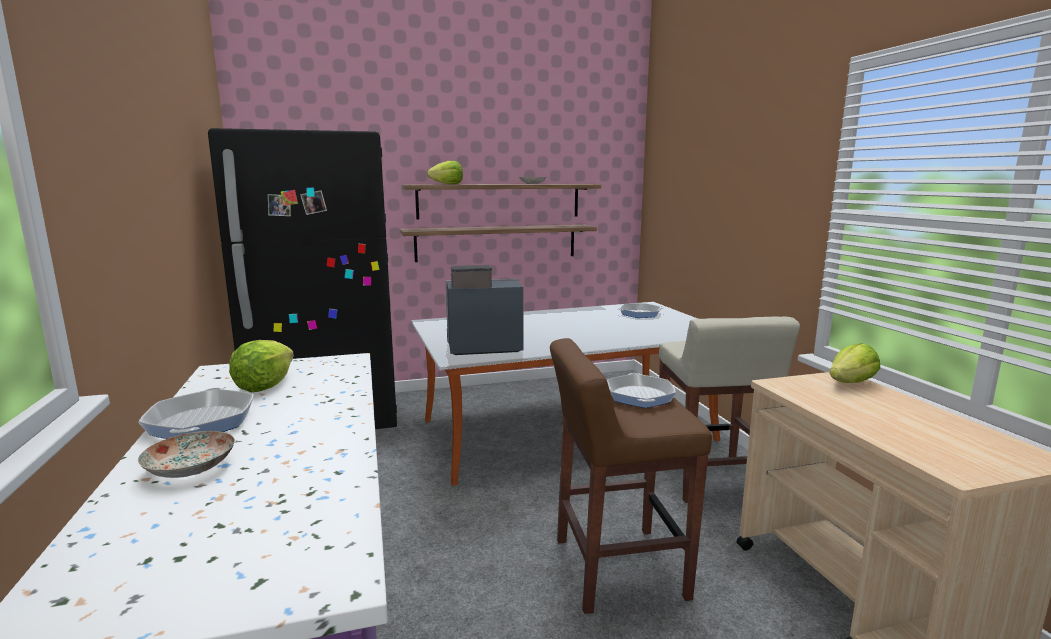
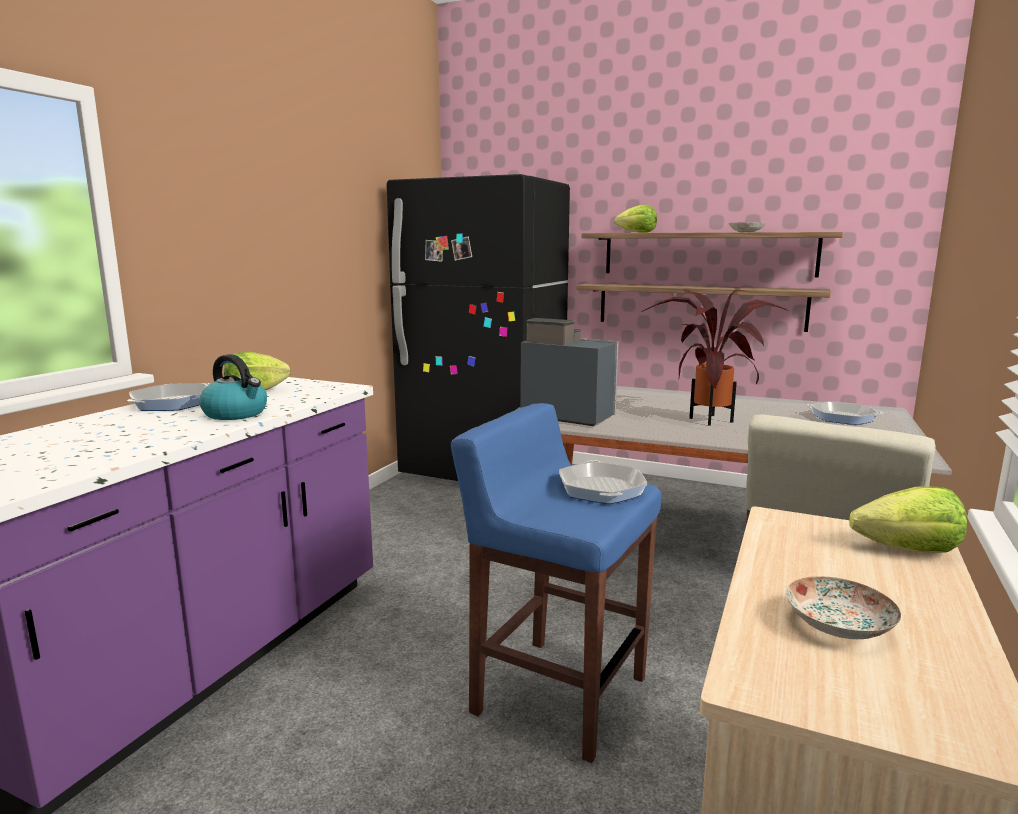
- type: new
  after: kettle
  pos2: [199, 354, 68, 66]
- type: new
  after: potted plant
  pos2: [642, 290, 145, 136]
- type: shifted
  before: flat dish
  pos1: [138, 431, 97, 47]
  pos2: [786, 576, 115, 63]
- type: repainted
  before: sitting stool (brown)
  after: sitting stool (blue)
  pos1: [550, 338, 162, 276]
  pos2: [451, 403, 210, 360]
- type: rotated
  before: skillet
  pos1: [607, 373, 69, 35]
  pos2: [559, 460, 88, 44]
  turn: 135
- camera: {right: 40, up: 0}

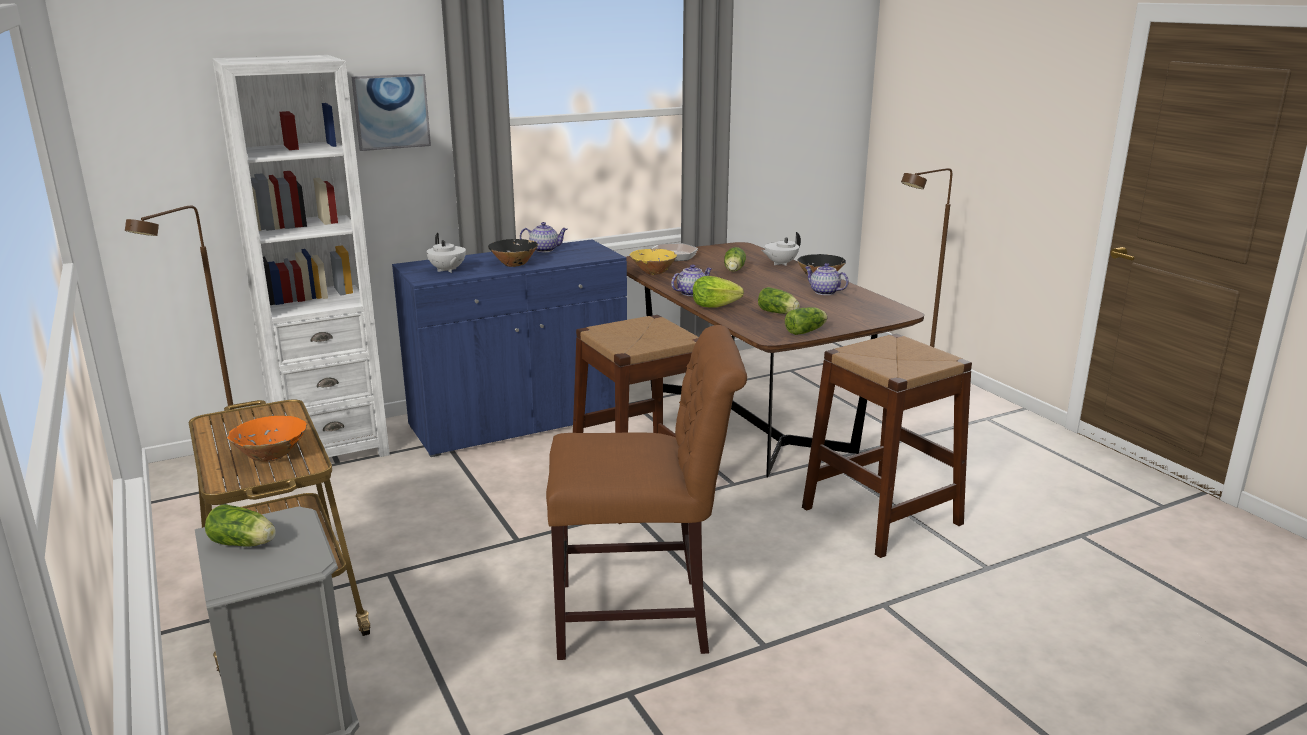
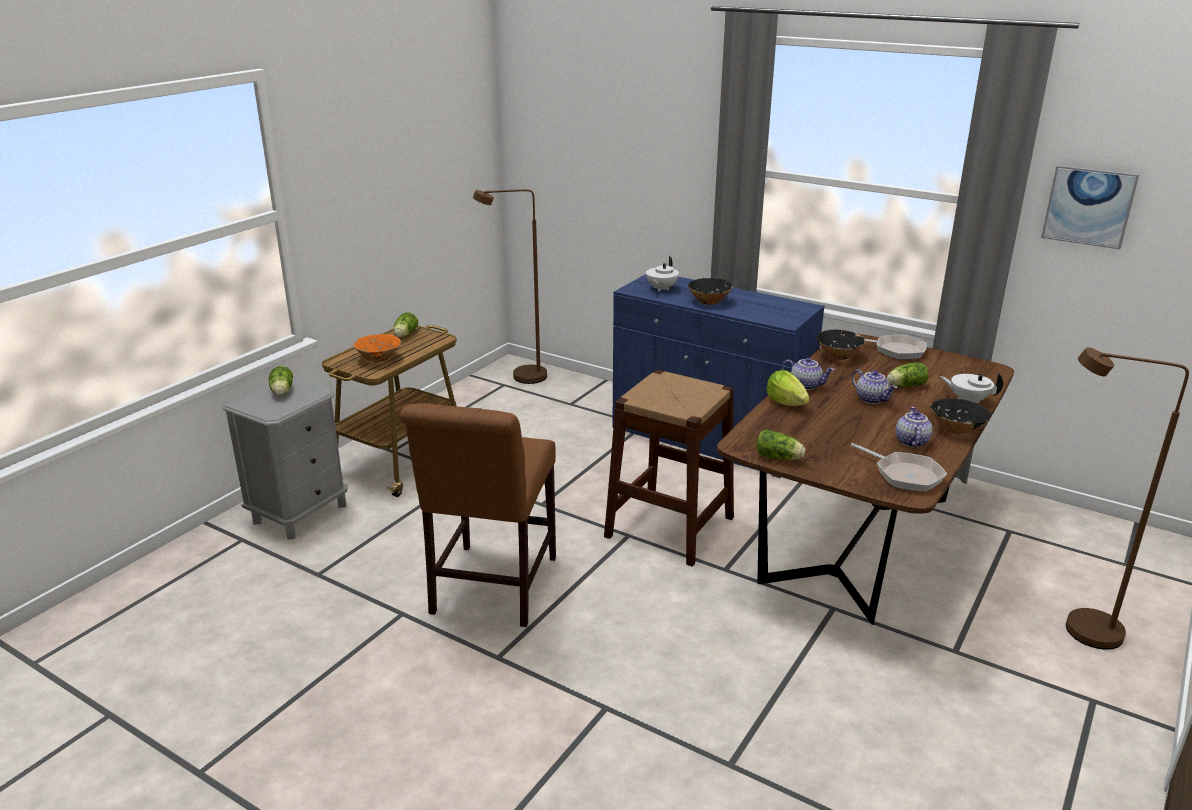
- type: gone
  before: bookshelf (whitish)
  pos1: [212, 55, 178, 419]
- type: gone
  before: sitting stool (brown)
  pos1: [802, 333, 170, 225]
- type: new
  after: skillet
  pos2: [851, 443, 96, 49]
- type: shifted
  before: picture
  pos1: [352, 74, 79, 77]
  pos2: [1041, 165, 98, 84]
- type: shifted
  before: tea pot
  pos1: [520, 222, 47, 30]
  pos2: [851, 369, 46, 35]
- type: shifted
  before: head of lettuce
  pos1: [758, 287, 42, 27]
  pos2: [393, 312, 25, 26]
- type: repainted
  before: bowl (yellowish)
  after: bowl (black-coloured)
  pos1: [630, 249, 47, 26]
  pos2: [816, 330, 49, 30]
- type: rotated
  before: plain chair (brown)
  pos1: [546, 325, 201, 335]
  pos2: [400, 403, 156, 224]
  turn: 45
- camera: {right: 60, up: 5}

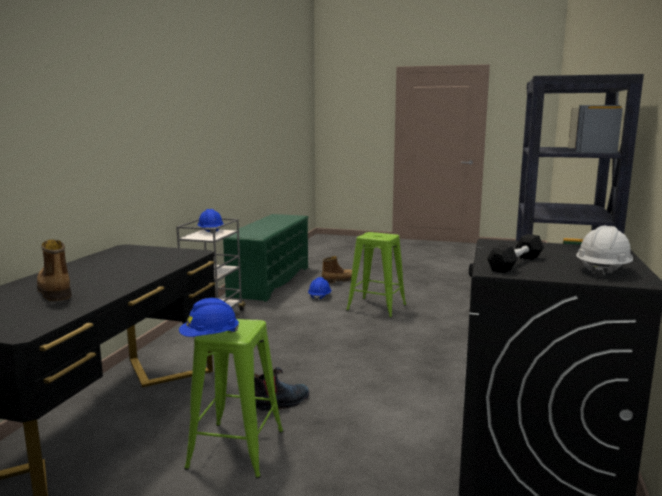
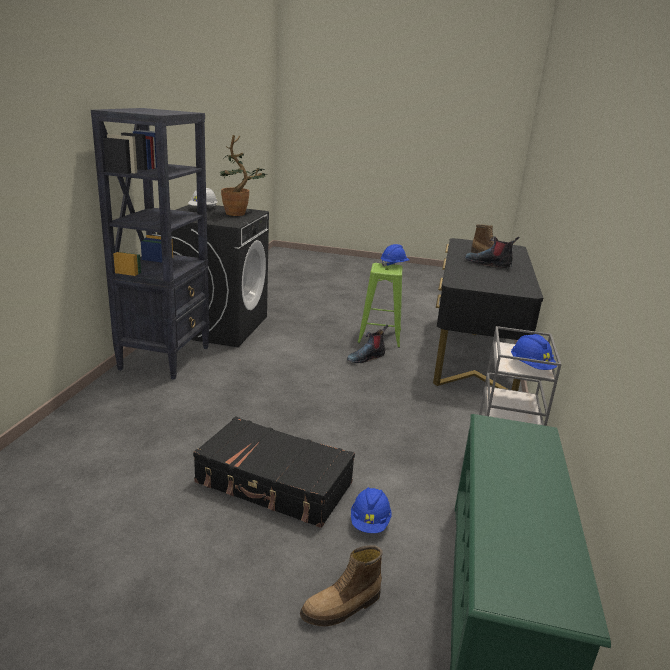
- type: new
  after: boot
  pos2: [465, 237, 55, 31]
- type: swapped
  before: sitting stool (green)
  after: travel case (black-coloured)
  pos1: [346, 232, 60, 86]
  pos2: [193, 416, 162, 112]
- type: swapped
  before: hand weight (black-coloured)
  after: potted plant
  pos1: [487, 234, 57, 39]
  pos2: [220, 135, 47, 81]
- camera: {right: 175, up: 10}

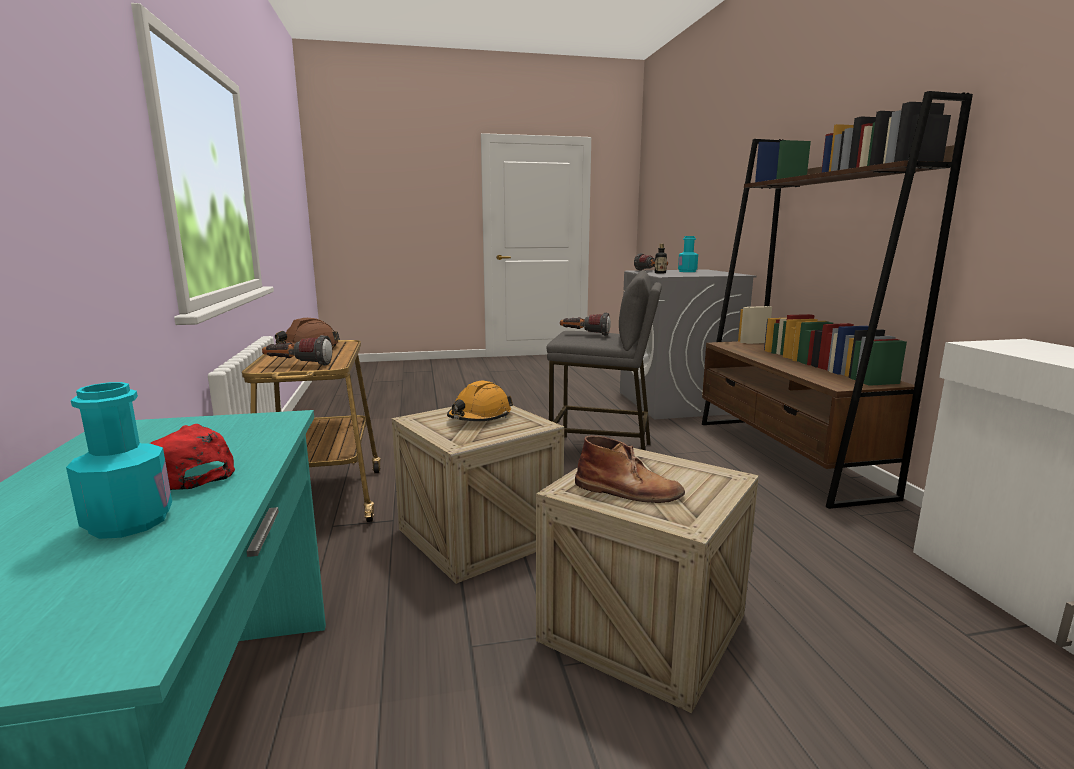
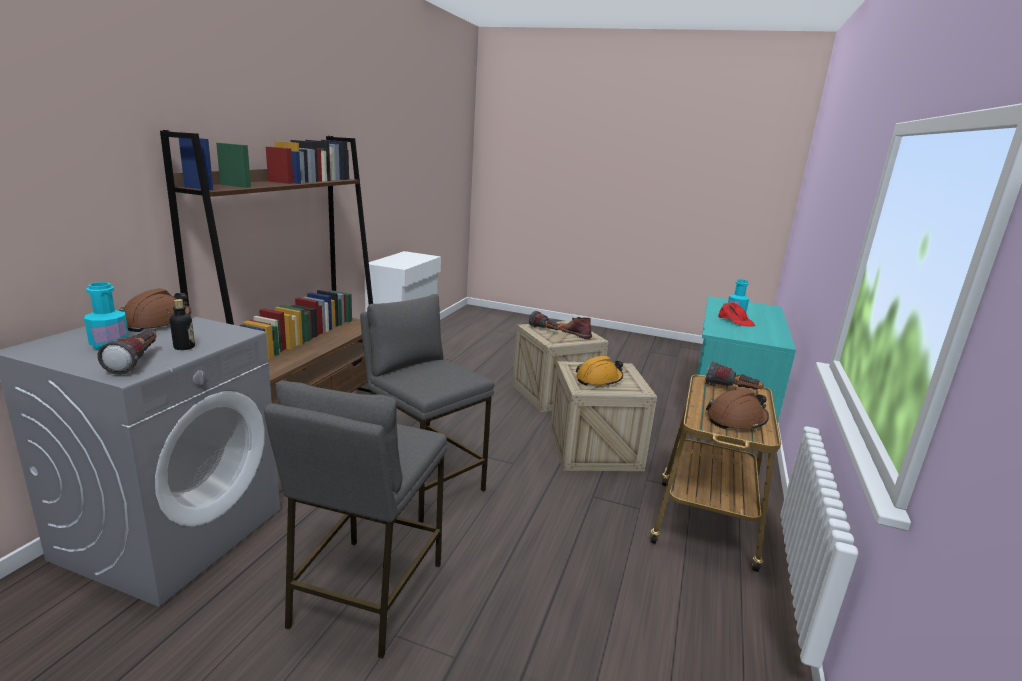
- type: new
  after: work helmet (brown)
  pos2: [119, 288, 72, 44]
- type: new
  after: sitting stool (grey)
  pos2: [264, 381, 183, 278]
- type: shifted
  before: hand torch
  pos1: [560, 312, 51, 24]
  pos2: [529, 311, 33, 19]
- camera: {right: -150, up: 5}

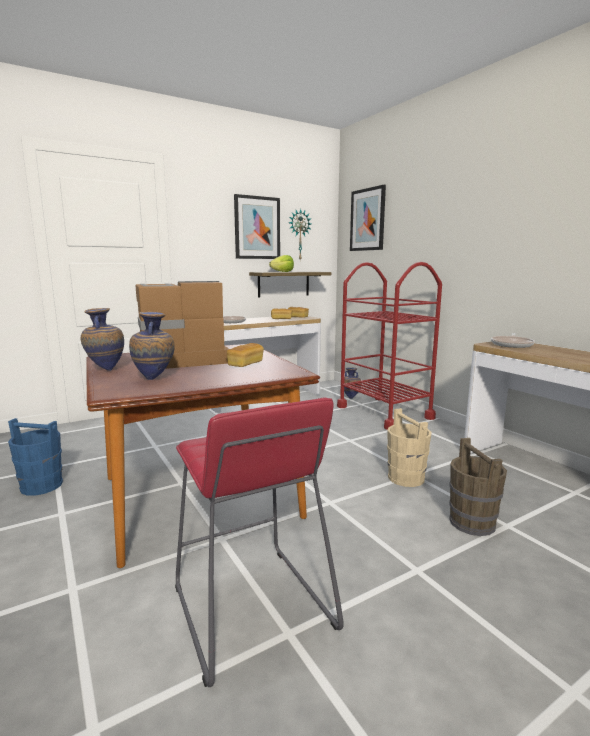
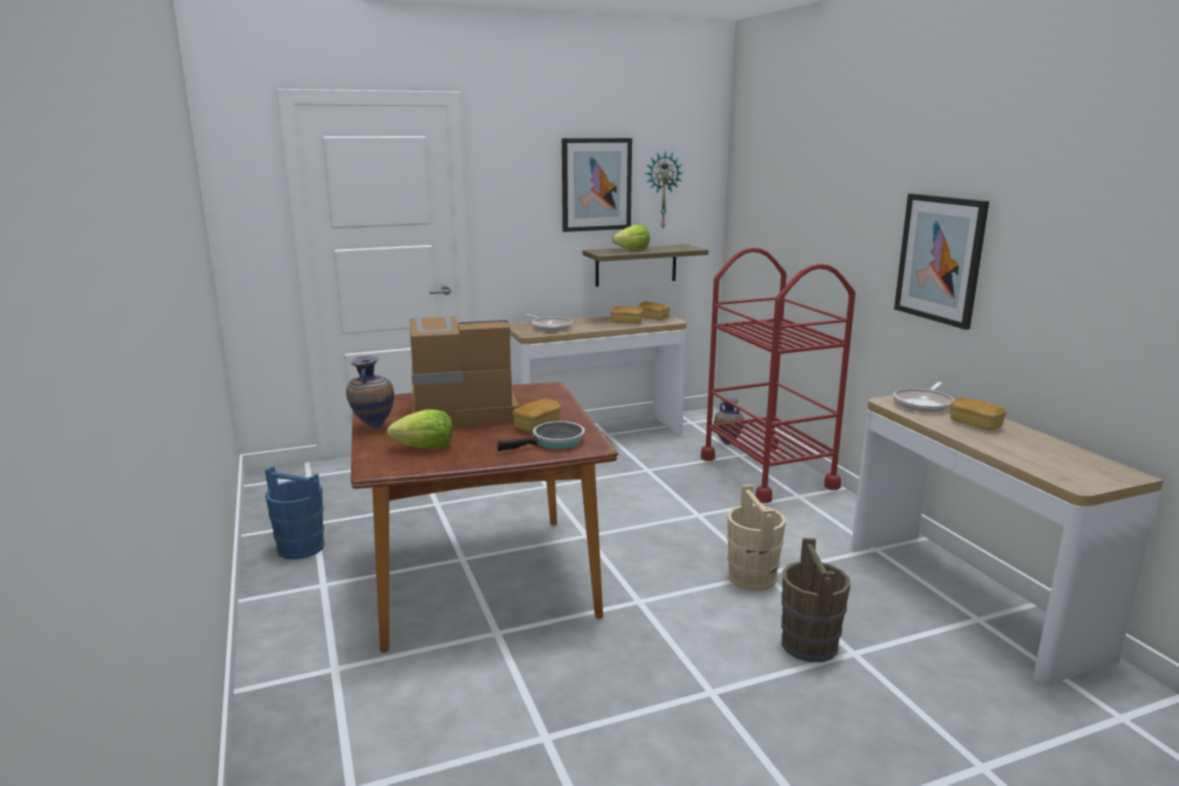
- type: gone
  before: sitting stool (reddish)
  pos1: [175, 397, 169, 290]
- type: new
  after: skillet
  pos2: [498, 421, 87, 30]
- type: new
  after: bakery bread
  pos2: [950, 397, 56, 33]
- type: shifted
  before: picture
  pos1: [350, 185, 36, 66]
  pos2: [894, 193, 95, 137]
- type: swapped
  before: vase
  after: head of lettuce
  pos1: [129, 312, 46, 68]
  pos2: [387, 409, 66, 40]
- camera: {right: 10, up: 5}

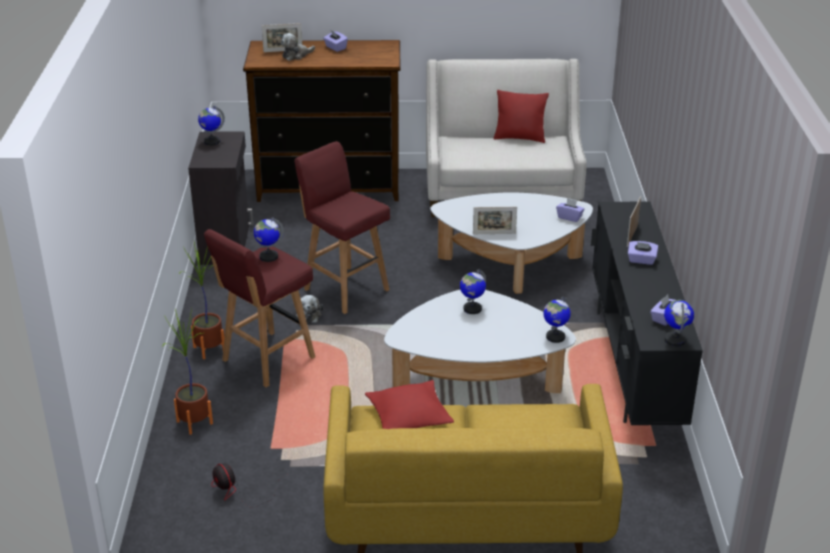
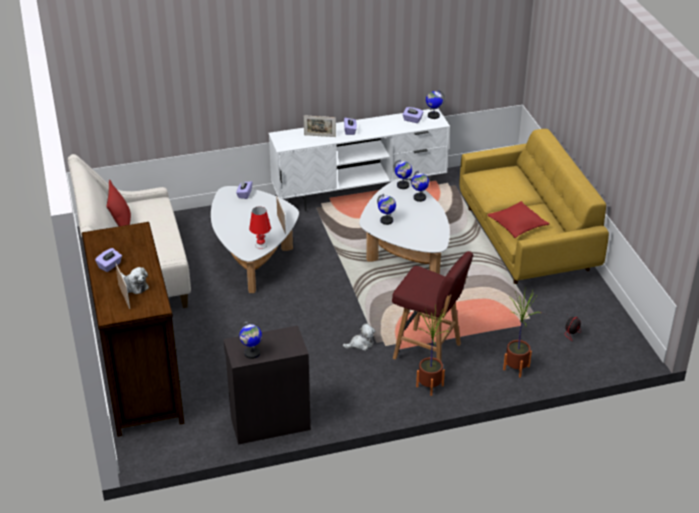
- type: gone
  before: sitting stool (reddish)
  pos1: [294, 141, 96, 173]
- type: new
  after: lamp for a table (reddish)
  pos2: [249, 207, 22, 42]
- type: shifted
  before: desk globe
  pos1: [254, 218, 30, 44]
  pos2: [411, 171, 18, 31]
- type: repainted
  before: tv stand (black-coloured)
  after: tv stand (whitish)
  pos1: [591, 202, 112, 223]
  pos2: [269, 108, 181, 104]
- camera: {right: -105, up: 5}

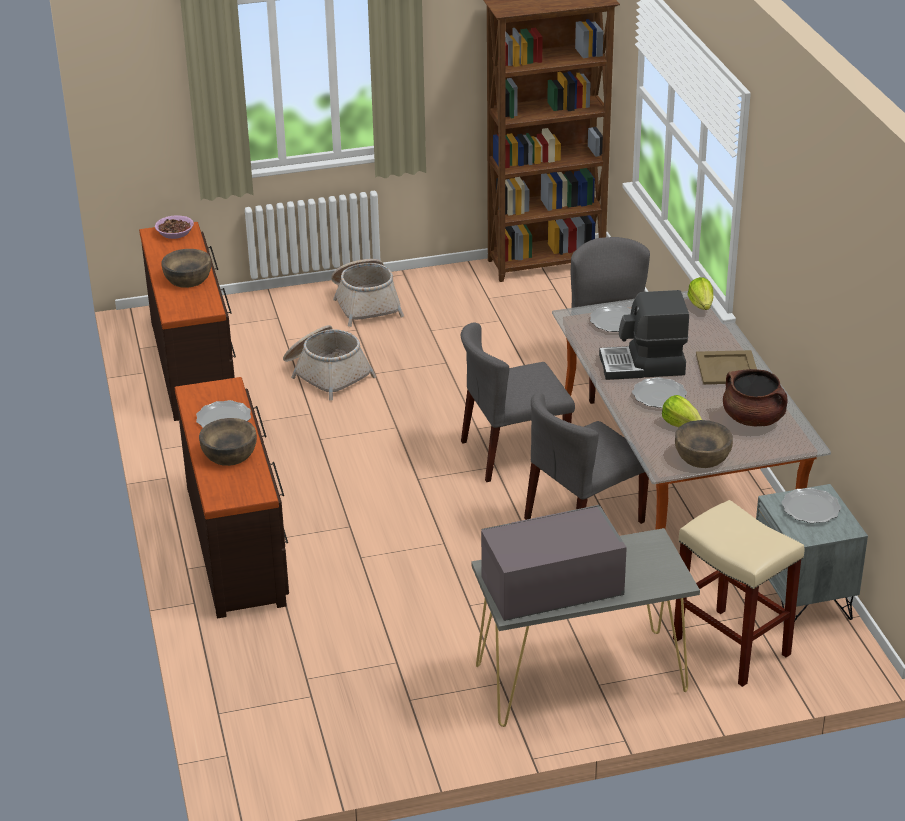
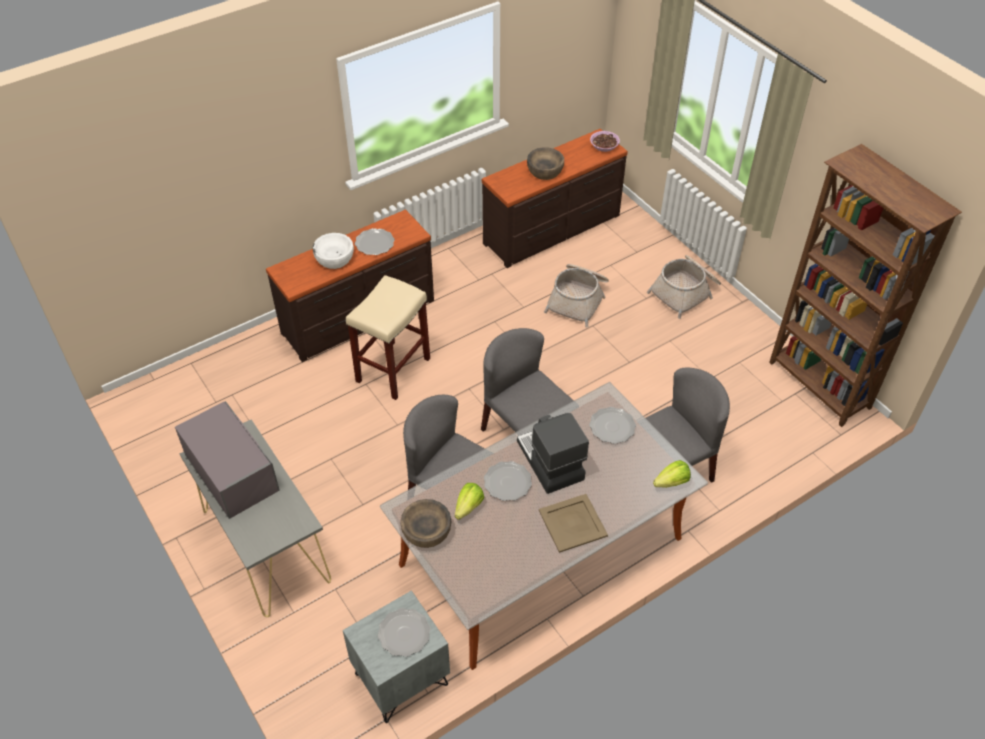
- type: gone
  before: saucepot (brown)
  pos1: [723, 369, 65, 57]
- type: shifted
  before: sitting stool (sand-coloured)
  pos1: [673, 500, 132, 187]
  pos2: [346, 275, 84, 125]
- type: repainted
  before: bowl (brown)
  after: bowl (whitish)
  pos1: [199, 418, 58, 48]
  pos2: [312, 233, 42, 36]
- camera: {right: 70, up: 15}

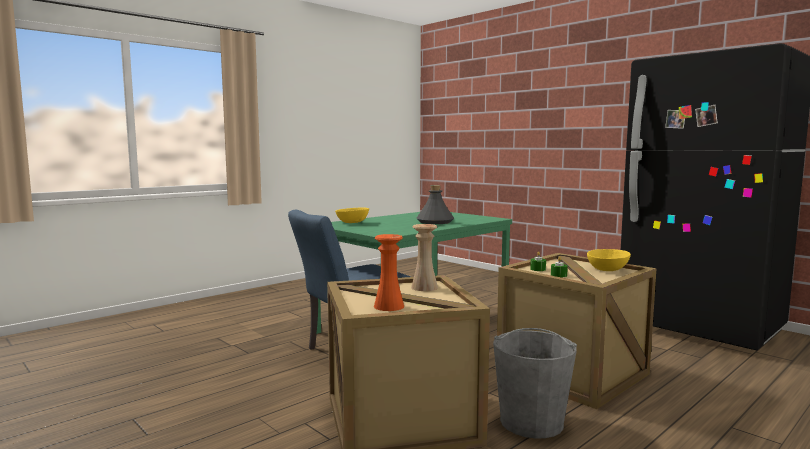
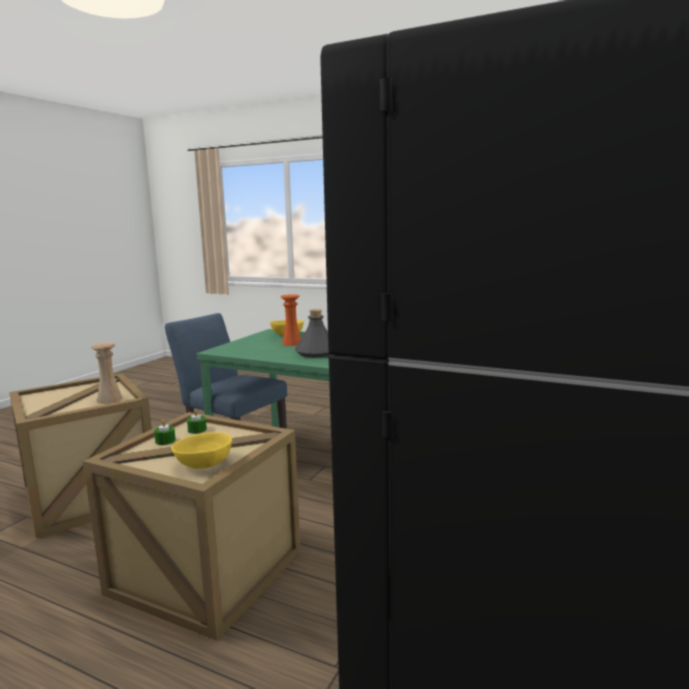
- type: gone
  before: bucket (grey)
  pos1: [493, 328, 84, 111]
- type: shifted
  before: vase (orangey)
  pos1: [374, 234, 30, 77]
  pos2: [281, 294, 20, 52]
- camera: {right: 70, up: 5}

